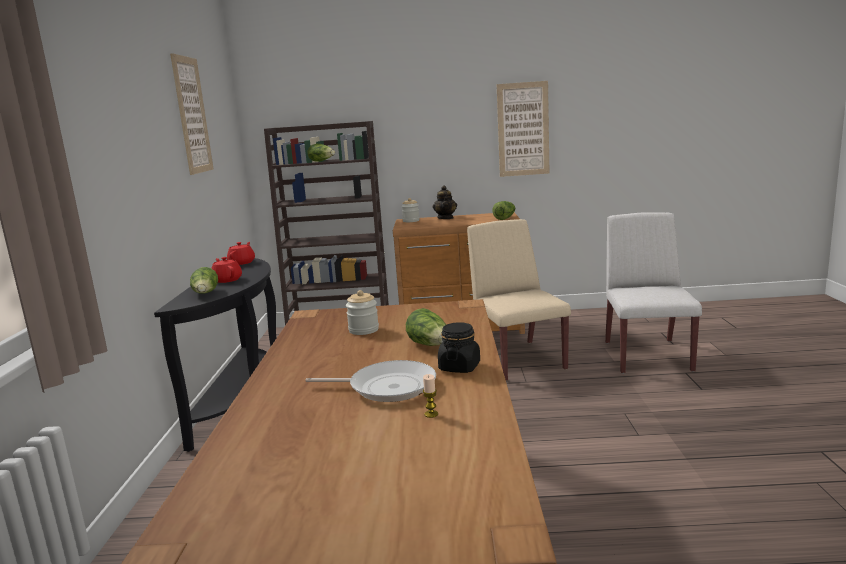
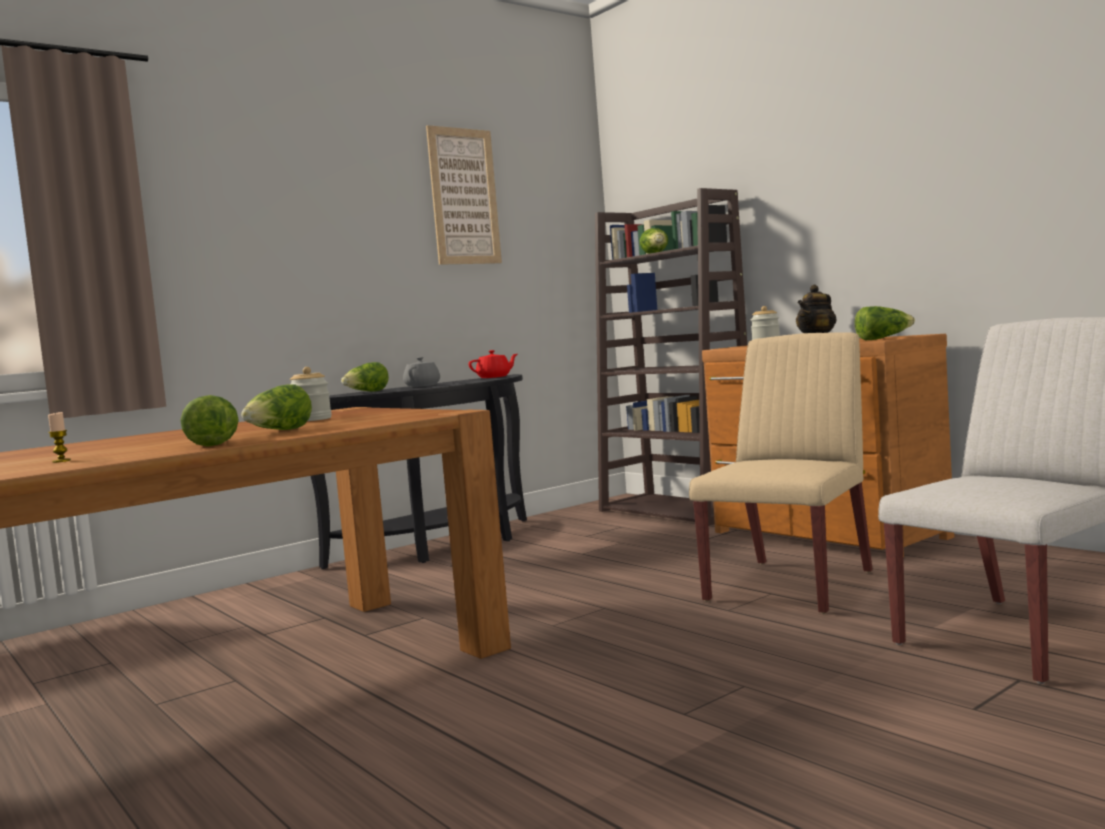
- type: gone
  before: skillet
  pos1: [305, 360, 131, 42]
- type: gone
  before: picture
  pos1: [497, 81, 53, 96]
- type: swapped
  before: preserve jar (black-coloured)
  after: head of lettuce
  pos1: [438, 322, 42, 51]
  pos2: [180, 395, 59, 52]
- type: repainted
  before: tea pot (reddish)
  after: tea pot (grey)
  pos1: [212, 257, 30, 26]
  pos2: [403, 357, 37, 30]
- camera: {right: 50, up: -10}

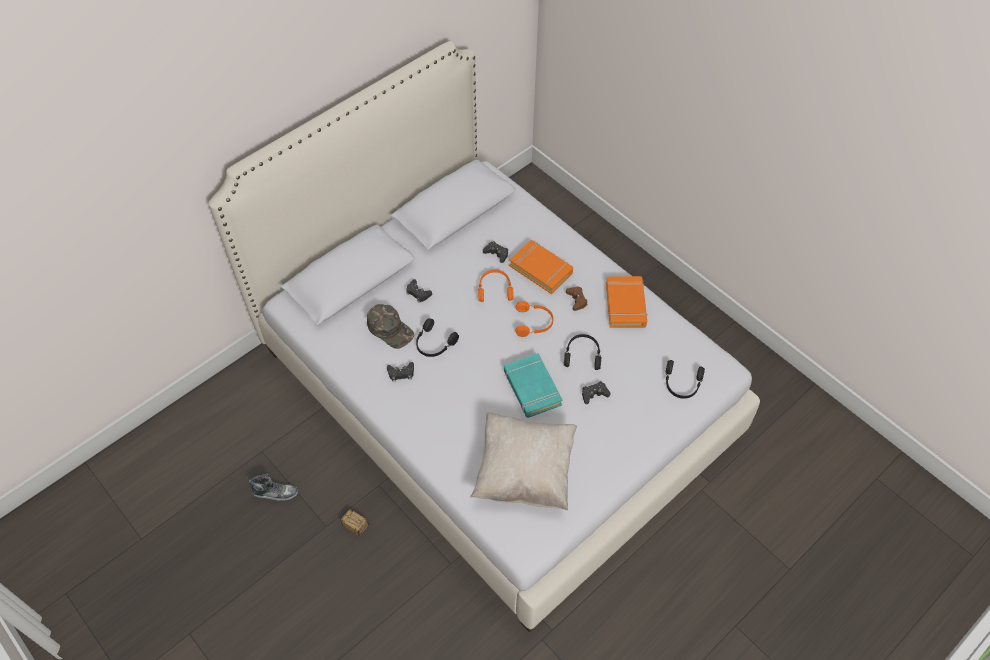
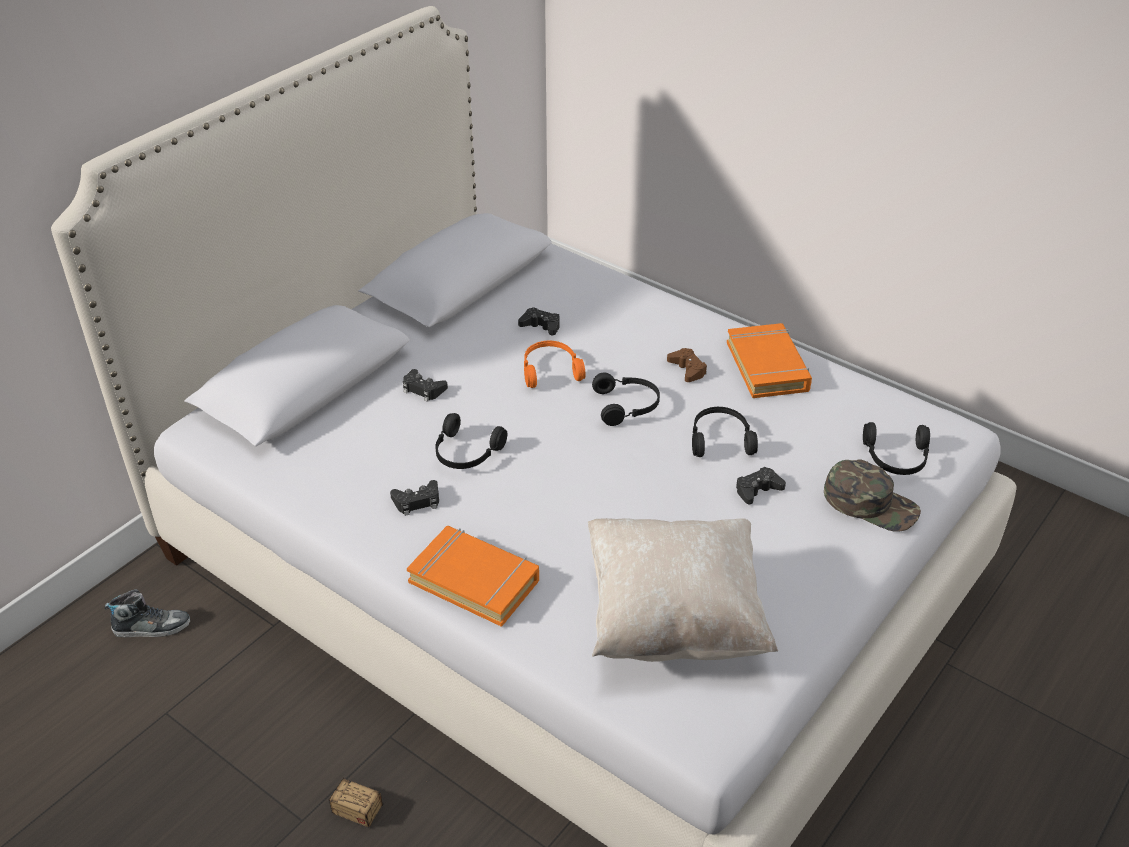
- type: gone
  before: book (turquoise-coloured)
  pos1: [504, 353, 59, 65]
- type: shifted
  before: shoe
  pos1: [248, 474, 50, 27]
  pos2: [105, 589, 85, 48]
- type: shifted
  before: cap (green)
  pos1: [367, 304, 47, 45]
  pos2: [824, 460, 97, 72]
- type: shifted
  before: book (orangey)
  pos1: [509, 240, 64, 54]
  pos2: [407, 526, 132, 101]
- type: repainted
  before: headphones (orangey)
  after: headphones (black-coloured)
  pos1: [516, 301, 37, 36]
  pos2: [592, 372, 68, 54]
- camera: {right: -10, up: -15}

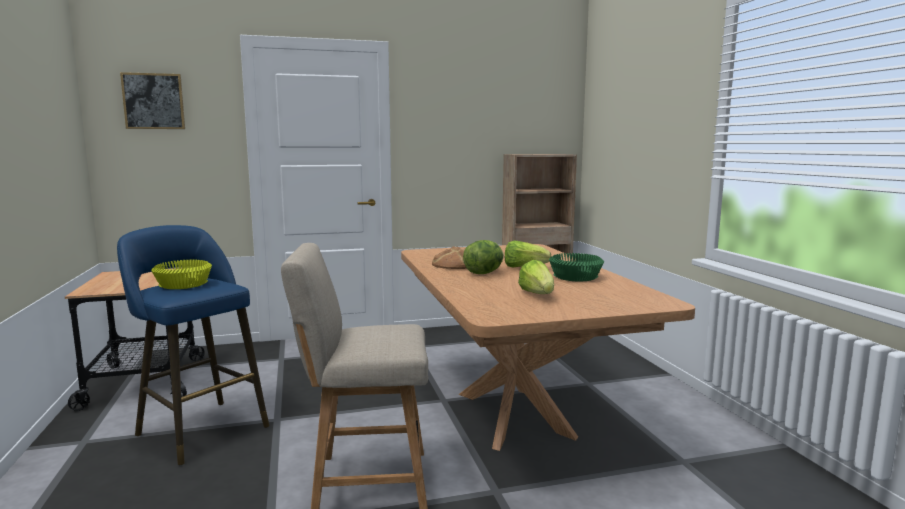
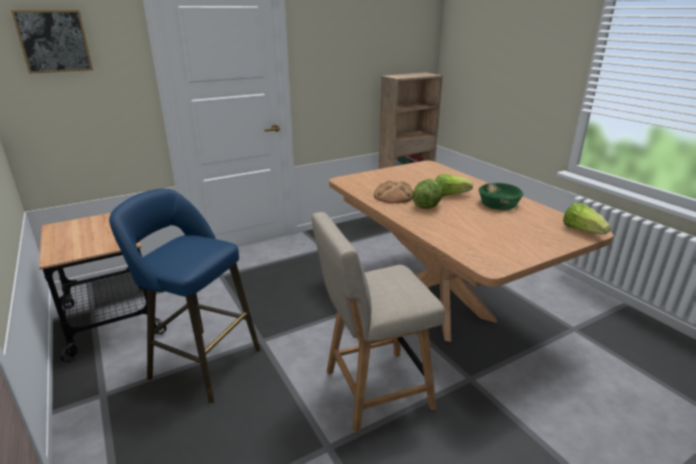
- type: gone
  before: bowl (yellowish)
  pos1: [151, 260, 61, 29]
- type: shifted
  before: head of lettuce
  pos1: [518, 260, 36, 34]
  pos2: [563, 203, 47, 32]
- camera: {right: -15, up: 15}

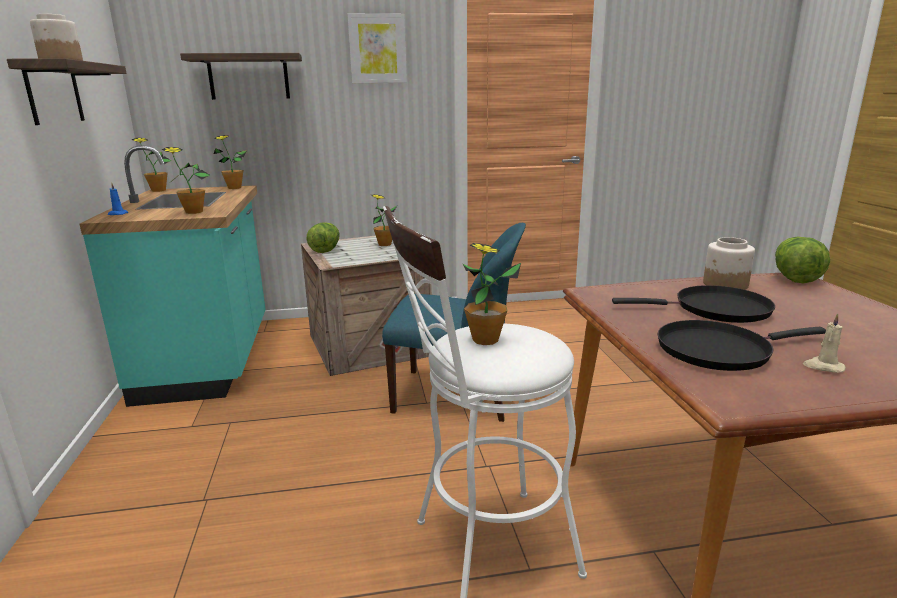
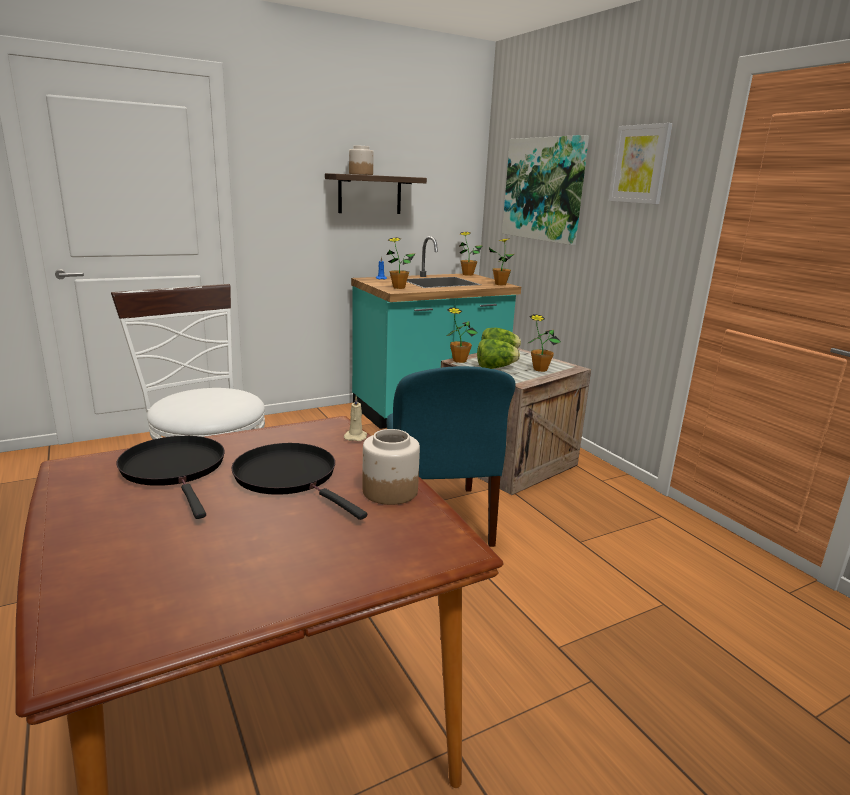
- type: shifted
  before: potted plant
  pos1: [462, 243, 59, 102]
  pos2: [446, 307, 32, 56]
- type: shifted
  before: head of lettuce
  pos1: [775, 236, 55, 47]
  pos2: [477, 339, 43, 30]
- type: shifted
  before: wax light (sand-coloured)
  pos1: [803, 313, 43, 60]
  pos2: [344, 396, 23, 45]
- type: swapped
  before: wall shelf
  after: picture
  pos1: [180, 53, 122, 47]
  pos2: [502, 135, 87, 110]
- type: rotated
  before: skillet (black-coloured)
  pos1: [612, 285, 163, 38]
  pos2: [232, 443, 135, 77]
  turn: 150
- camera: {right: 70, up: 0}

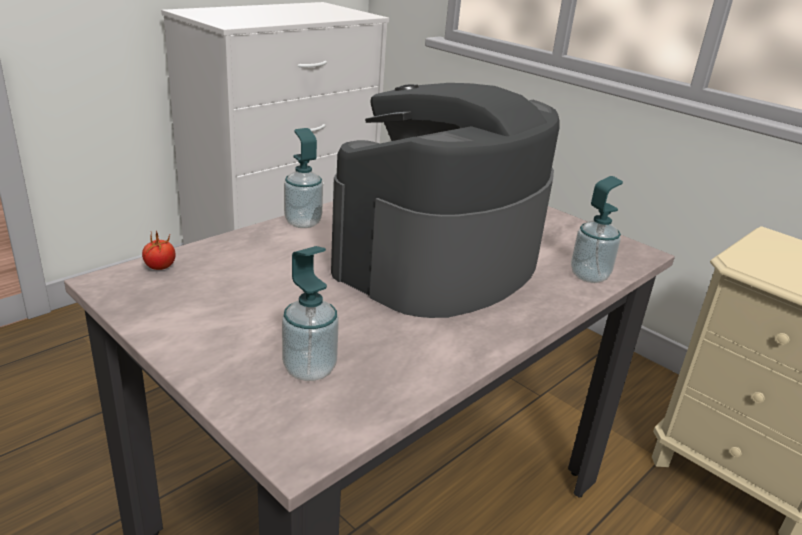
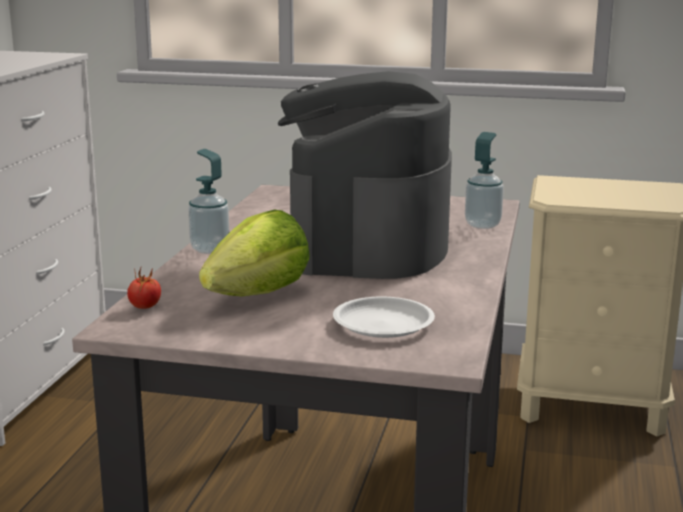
- type: new
  after: head of lettuce
  pos2: [199, 210, 111, 86]
- type: swapped
  before: soap bottle
  after: flat dish (whitish)
  pos1: [282, 246, 57, 135]
  pos2: [333, 297, 102, 41]
- camera: {right: -30, up: -10}

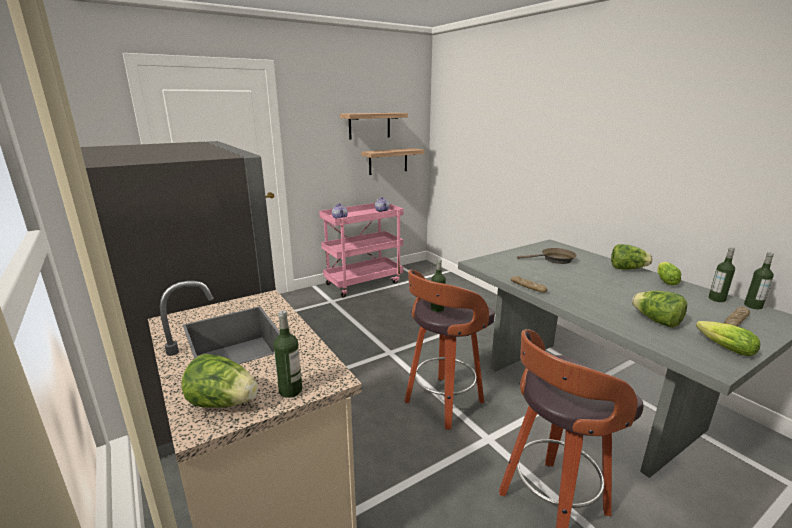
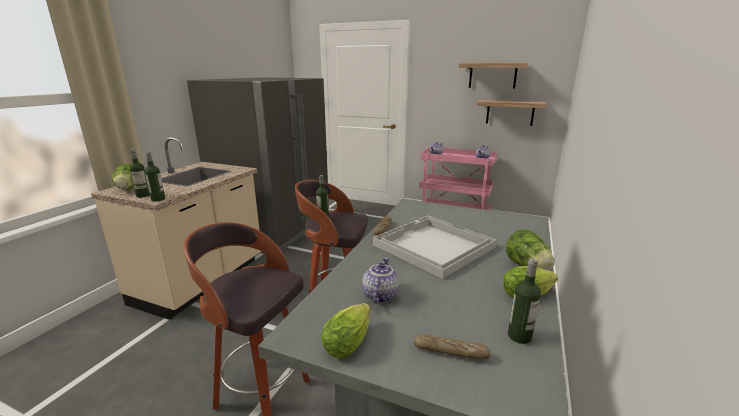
- type: gone
  before: skillet (brown)
  pos1: [517, 248, 60, 16]
- type: new
  after: carrying tray (whitish)
  pos2: [373, 216, 124, 63]
- type: shifted
  before: bottle
  pos1: [744, 252, 30, 57]
  pos2: [145, 152, 20, 50]
- type: swapped
  before: head of lettuce
  after: tea pot
  pos1: [632, 291, 55, 37]
  pos2: [362, 258, 38, 46]
- camera: {right: 55, up: 0}

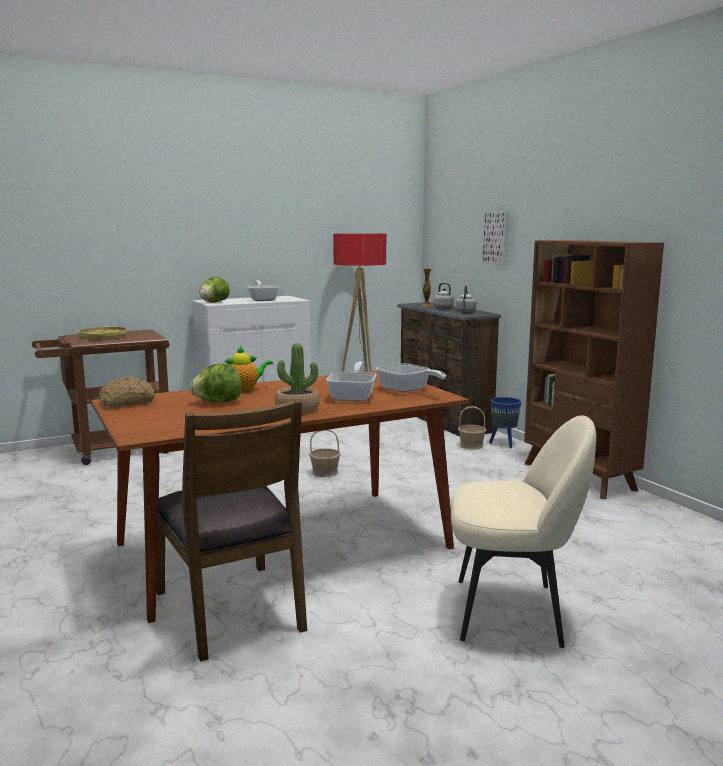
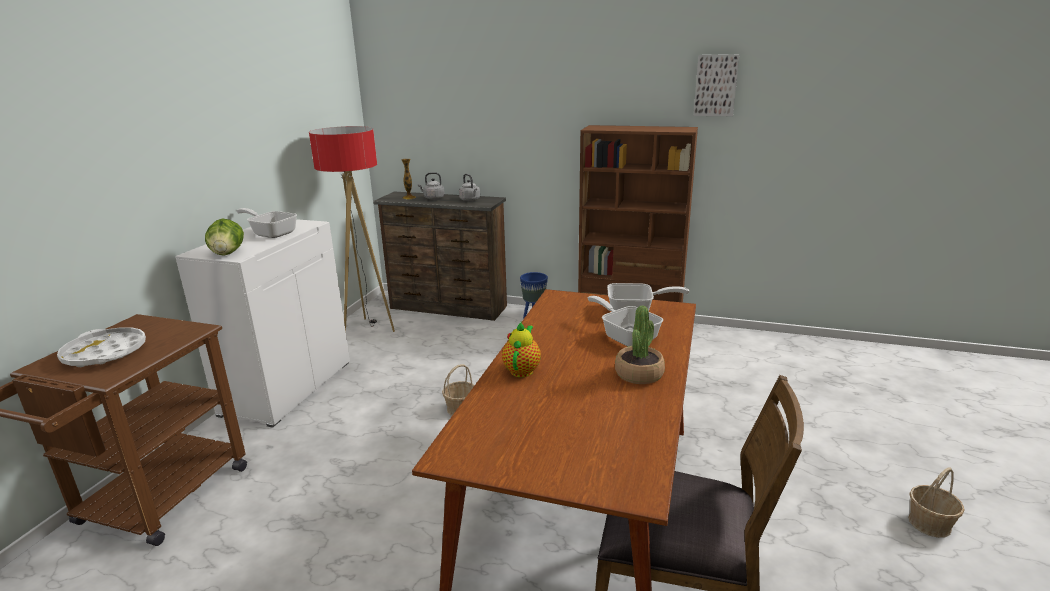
- type: gone
  before: bakery bread
  pos1: [99, 376, 55, 32]
- type: gone
  before: head of lettuce
  pos1: [190, 363, 52, 39]
- type: gone
  before: plain chair (sand-coloured)
  pos1: [451, 415, 145, 233]
- type: shifted
  before: basket
  pos1: [458, 406, 28, 44]
  pos2: [908, 467, 56, 71]
- type: shifted
  before: picture
  pos1: [482, 211, 27, 54]
  pos2: [694, 54, 46, 62]
- type: repainted
  before: carrying tray (yellowish)
  after: carrying tray (whitish)
  pos1: [79, 326, 49, 13]
  pos2: [57, 327, 89, 40]
- camera: {right: -45, up: 10}

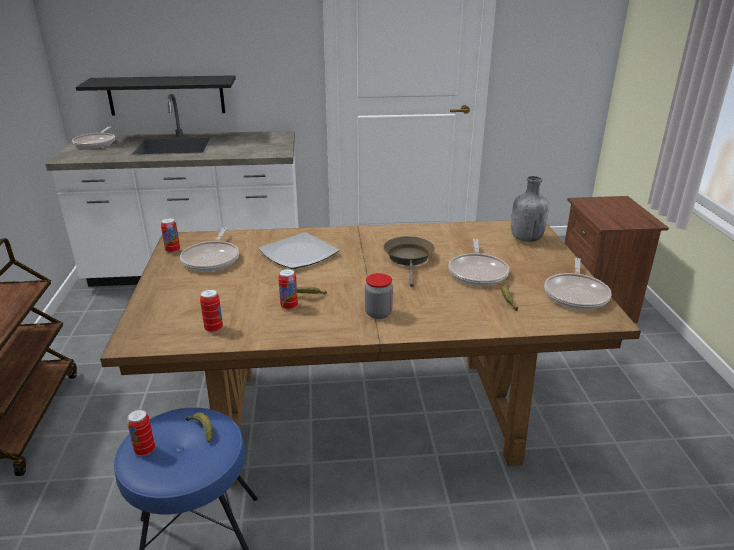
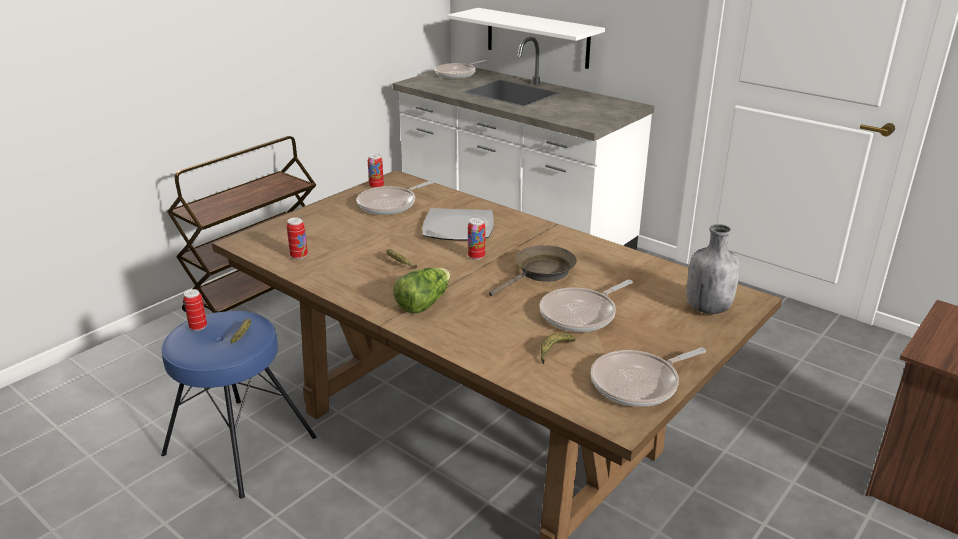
- type: shifted
  before: can
  pos1: [278, 269, 20, 41]
  pos2: [468, 218, 17, 42]
- type: swapped
  before: preserve jar
  after: head of lettuce
  pos1: [365, 273, 28, 46]
  pos2: [393, 267, 57, 47]
- type: repainted
  before: wall shelf (black-coloured)
  after: wall shelf (whitish)
  pos1: [76, 75, 160, 41]
  pos2: [447, 8, 158, 61]
- camera: {right: 45, up: 0}

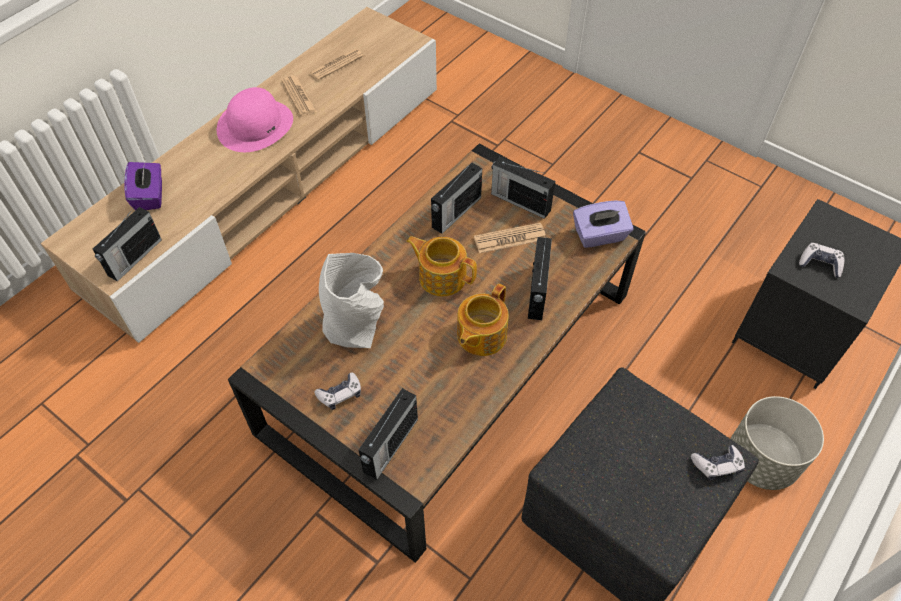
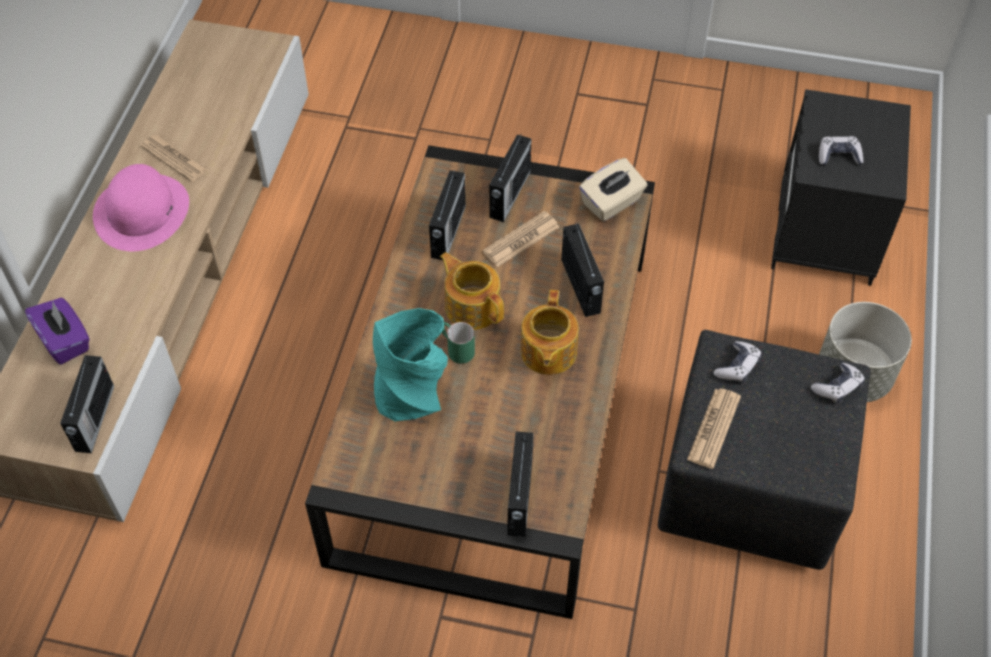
- type: new
  after: tea mug (green)
  pos2: [442, 322, 33, 42]
- type: shifted
  before: daily paper
  pos1: [310, 49, 54, 31]
  pos2: [687, 389, 54, 80]
- type: shifted
  before: gamepad
  pos1: [314, 372, 47, 38]
  pos2: [714, 341, 48, 42]
- type: repainted
  before: vase (grey)
  after: vase (turquoise-coloured)
  pos1: [319, 253, 65, 95]
  pos2: [373, 308, 75, 113]
- type: repainted
  before: box of tissues (purplish)
  after: box of tissues (sand-coloured)
  pos1: [573, 201, 61, 47]
  pos2: [579, 158, 68, 63]
- type: rotated
  before: tea pot
  pos1: [406, 236, 71, 60]
  pos2: [440, 252, 64, 78]
  turn: 45
- type: rotated
  before: radio set
  pos1: [491, 157, 64, 62]
  pos2: [489, 133, 42, 89]
  turn: -75
- camera: {right: -25, up: 0}

